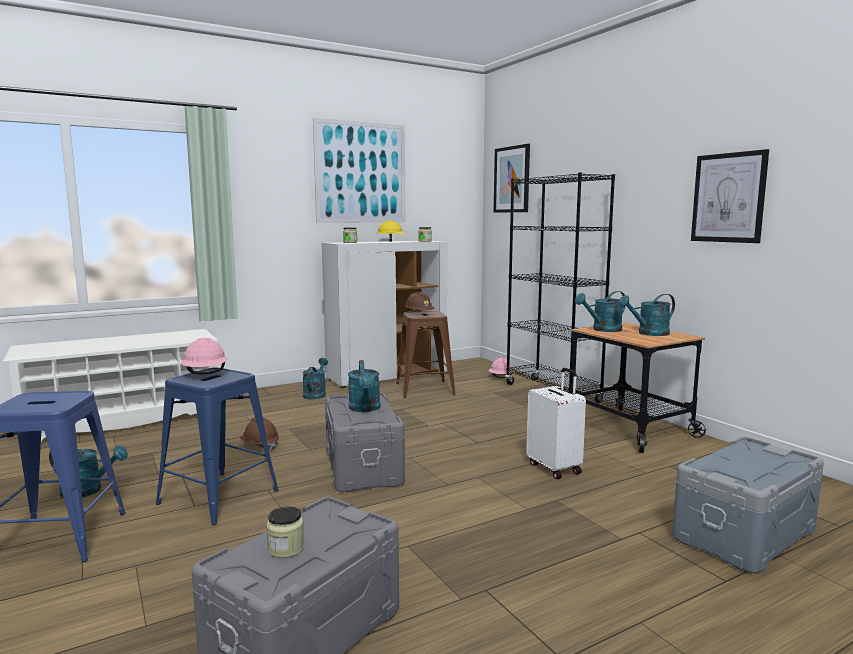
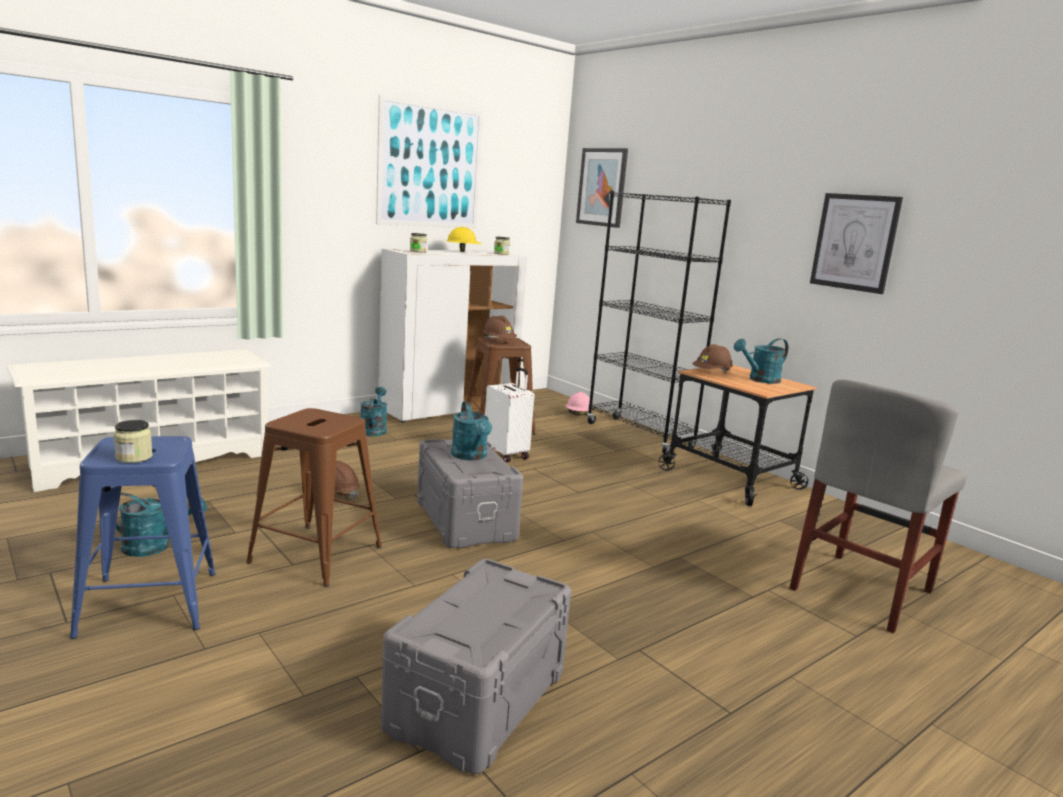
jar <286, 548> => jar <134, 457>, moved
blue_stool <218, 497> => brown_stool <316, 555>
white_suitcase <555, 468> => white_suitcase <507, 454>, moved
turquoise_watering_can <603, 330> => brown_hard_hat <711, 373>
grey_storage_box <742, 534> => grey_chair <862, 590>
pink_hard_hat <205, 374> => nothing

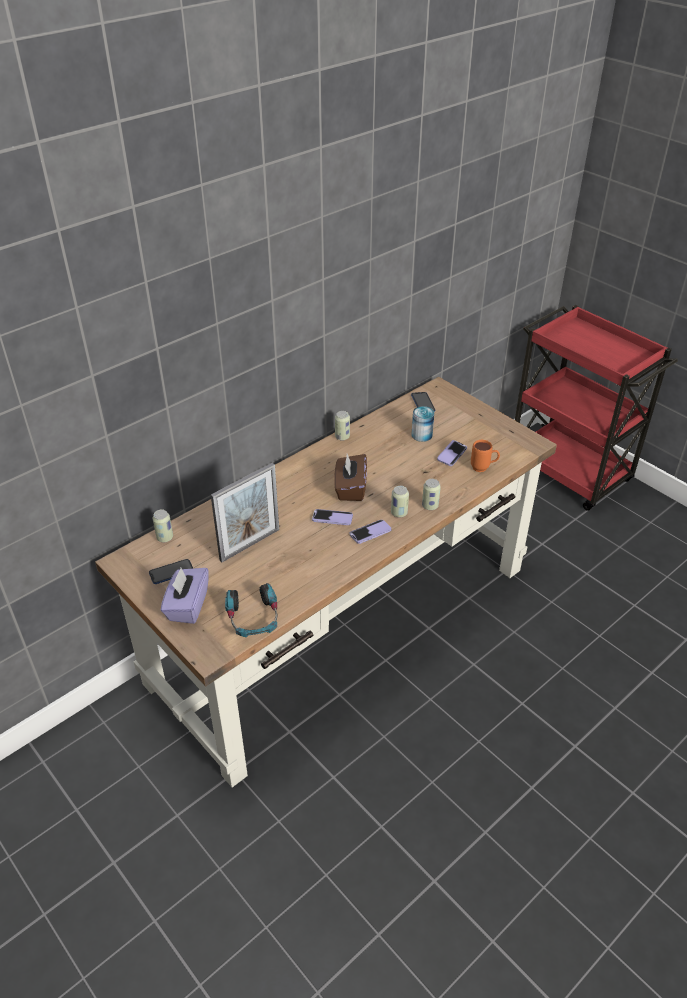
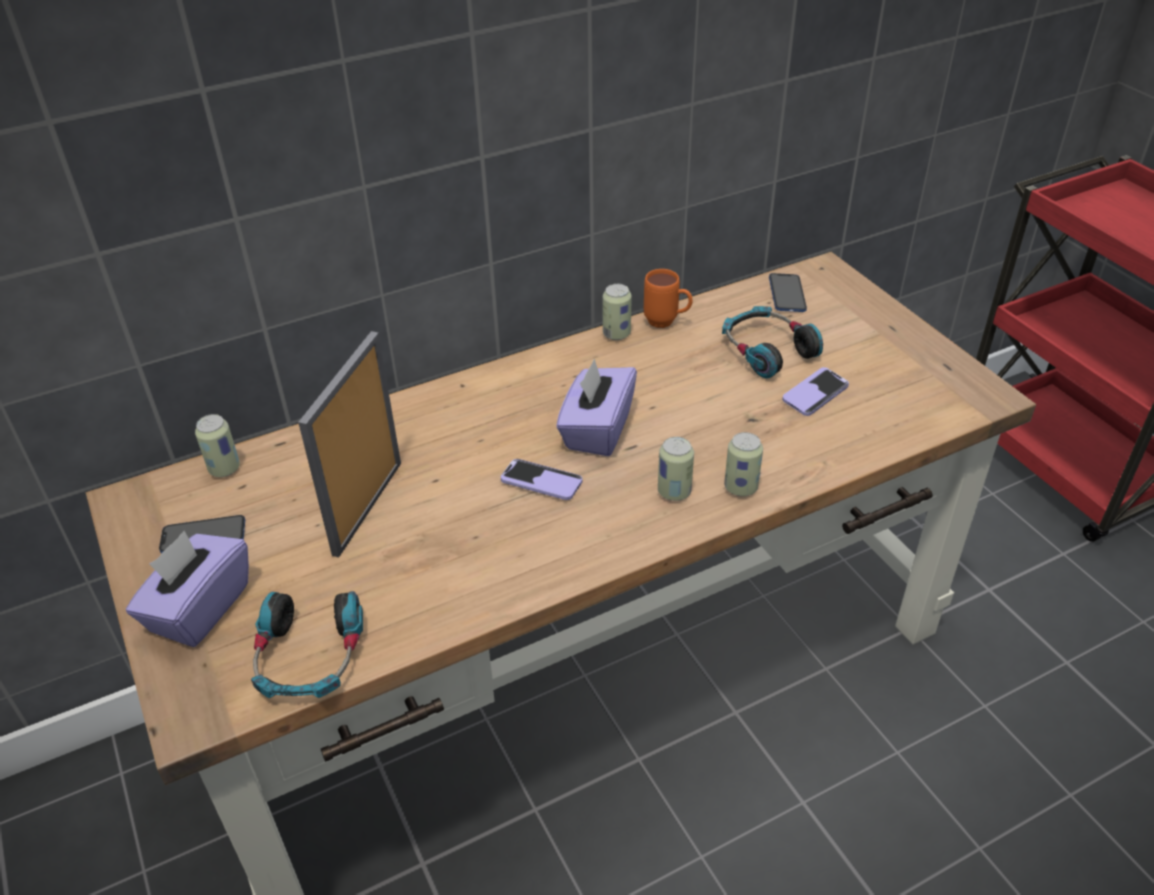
picture_frame <250, 545> => picture_frame <367, 507>, 135 degrees clockwise
brown_tissue_box <350, 488> => purple_tissue_box <597, 430>
orange_mug <483, 468> => orange_mug <667, 323>, moved
can <421, 435> => headphones <767, 350>
phone <370, 532> => nothing

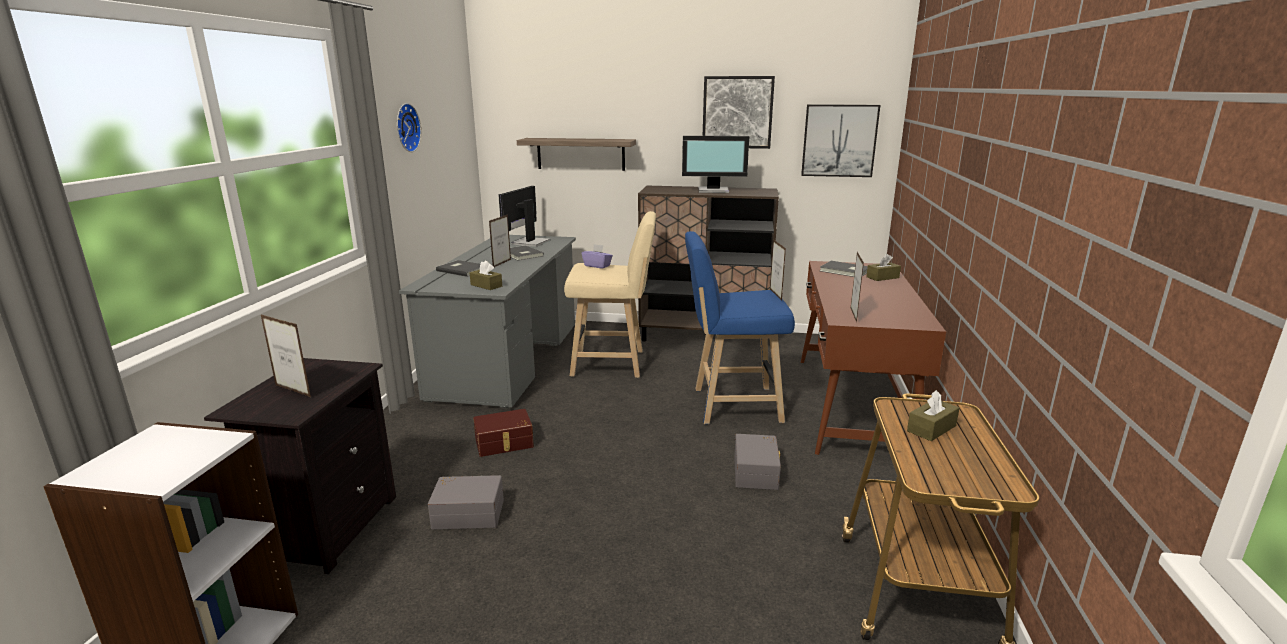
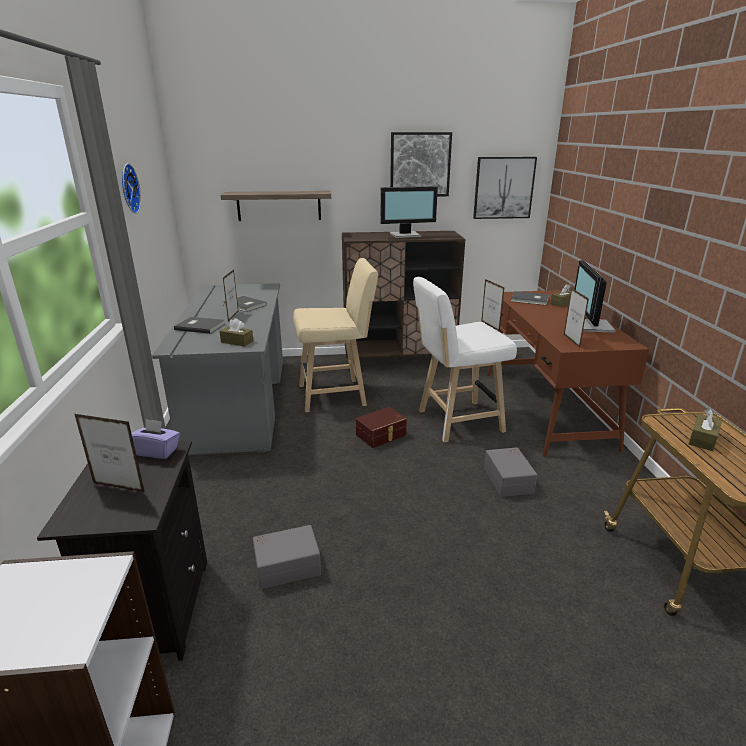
purple_tissue_box <597, 266> => purple_tissue_box <156, 451>, moved
brown_storage_box <504, 443> => brown_storage_box <381, 435>, moved
blue_stool <731, 405> => white_stool <455, 422>
monitor <529, 242> => monitor <592, 326>, moved

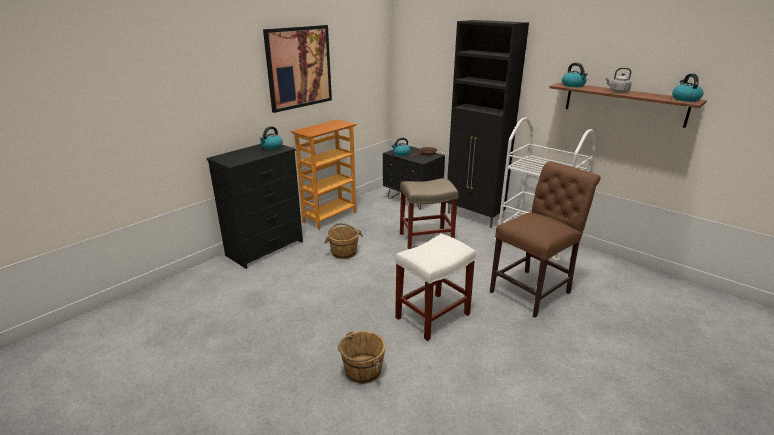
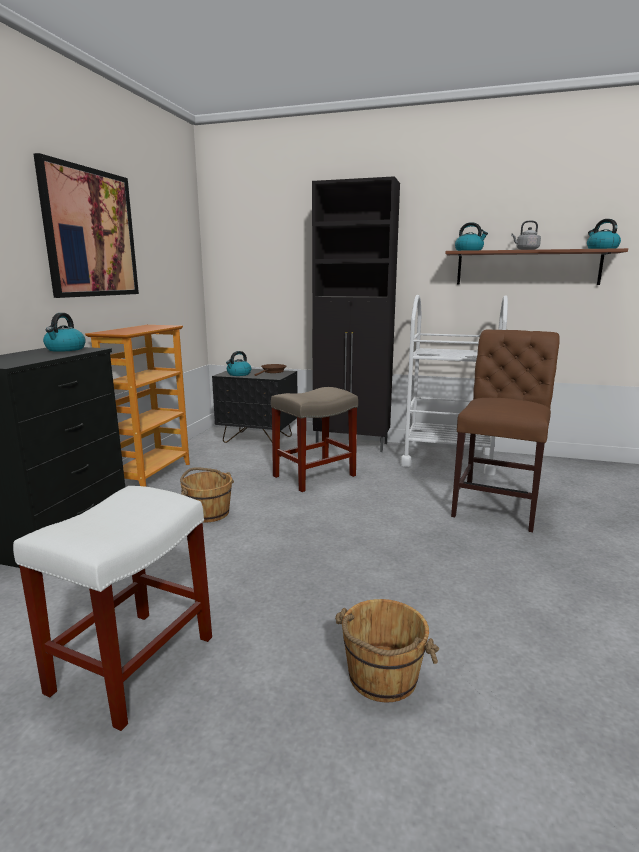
white_stool <432, 316> => white_stool <132, 666>, moved

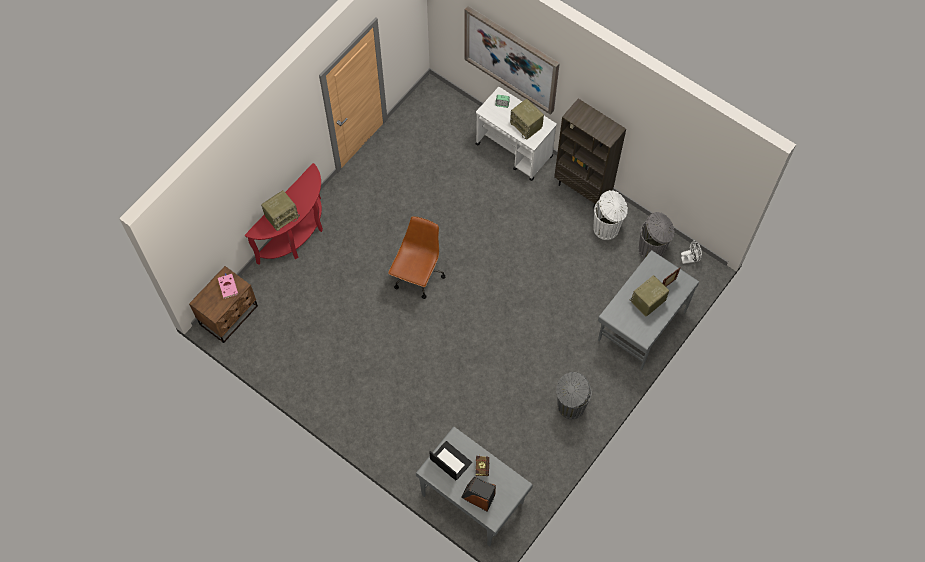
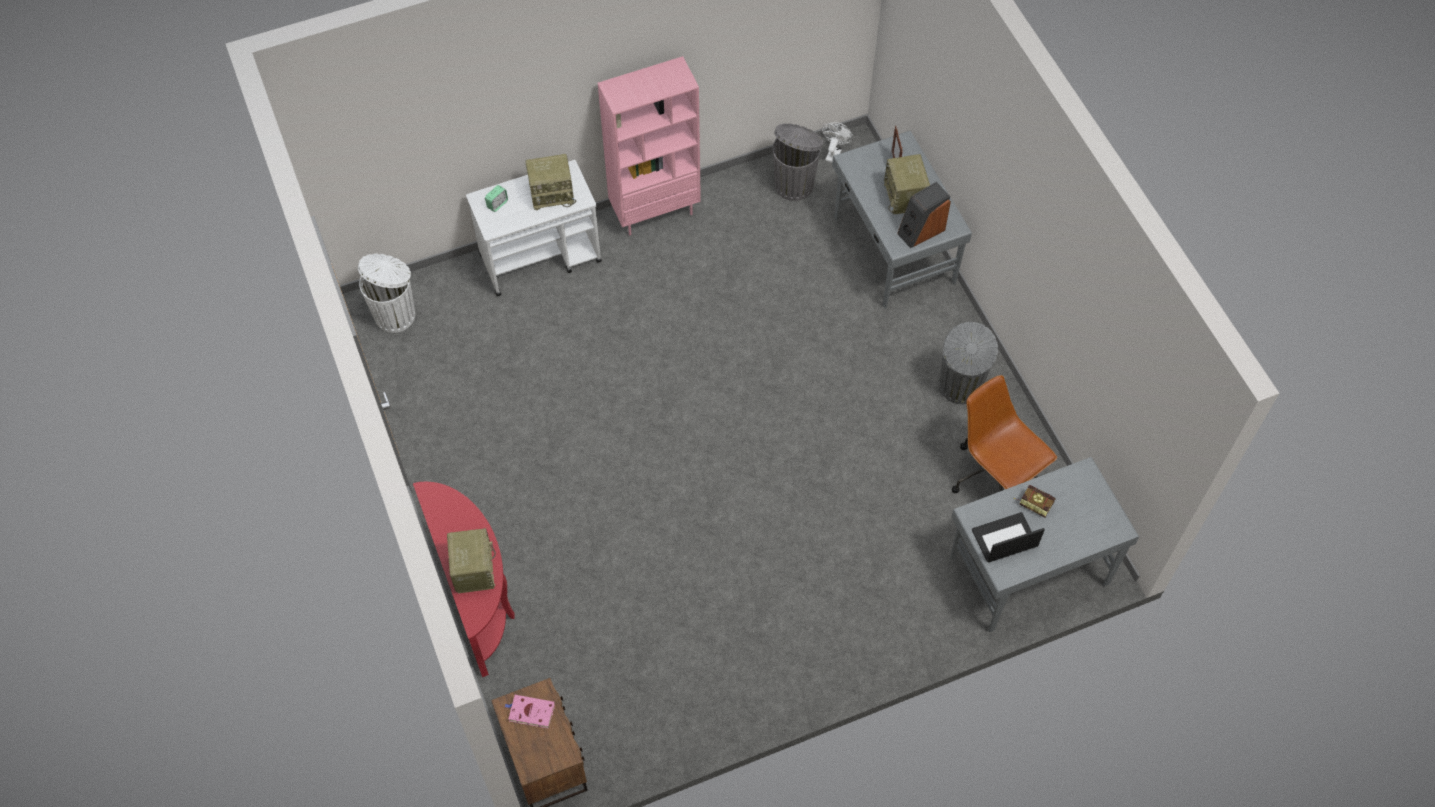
white_trash_can <607, 228> => white_trash_can <396, 314>, moved
brown_bookcase <583, 189> => pink_bookcase <655, 211>
speaker <478, 497> => speaker <921, 231>, moved
brown_office_chair <417, 276> => brown_office_chair <994, 477>, moved
picture <511, 59> => nothing

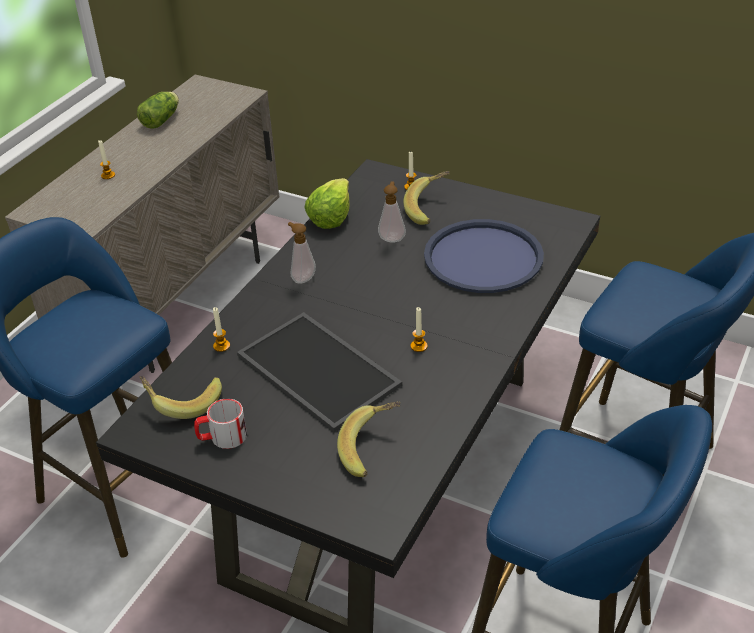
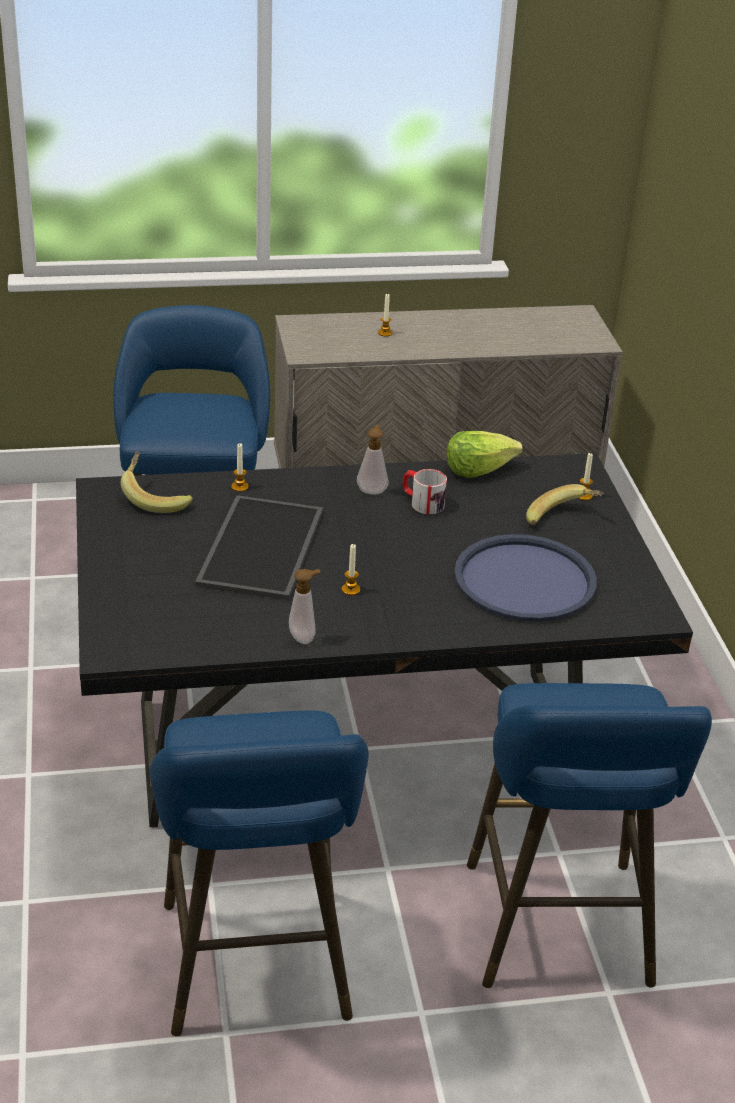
soap_dispenser <392, 238> => soap_dispenser <304, 637>, moved
mug <222, 437> => mug <422, 502>, moved
lettuce <162, 119> => nothing
banana <372, 449> => nothing

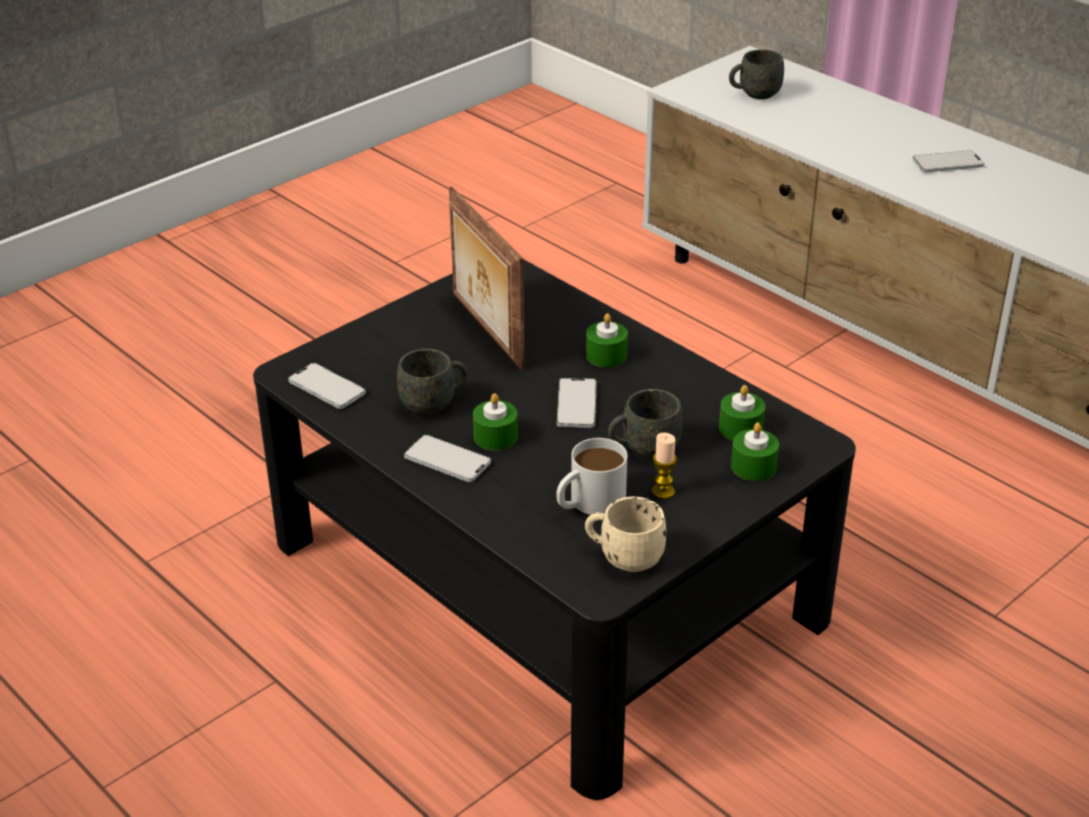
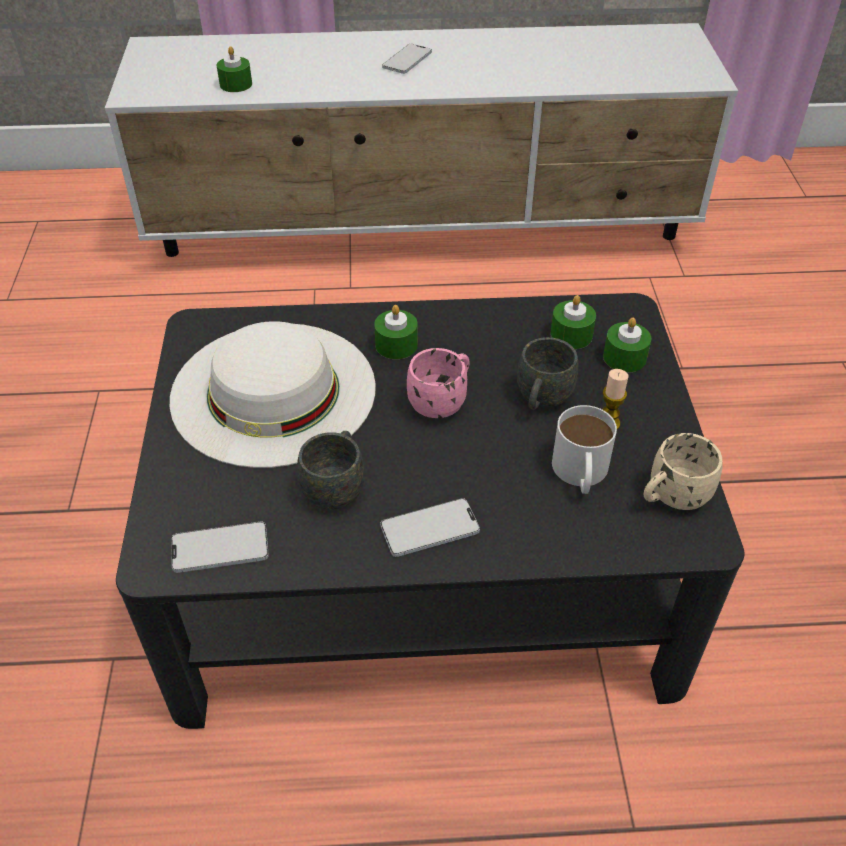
picture_frame <485, 331> => white_hat <273, 392>
green_candle <495, 437> => green_candle <236, 84>, moved
phone <576, 404> => pink_mug <442, 401>
grey_mug <754, 94> => nothing

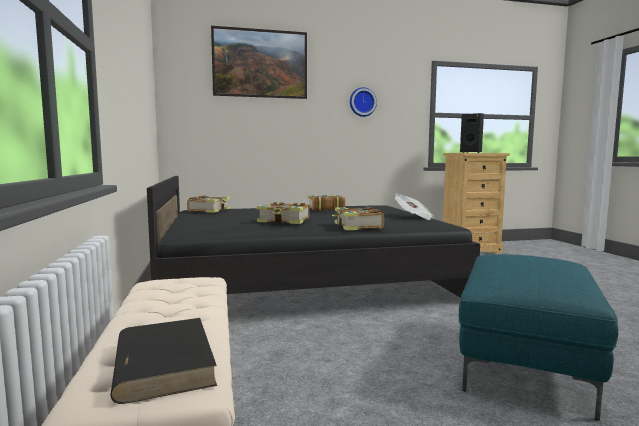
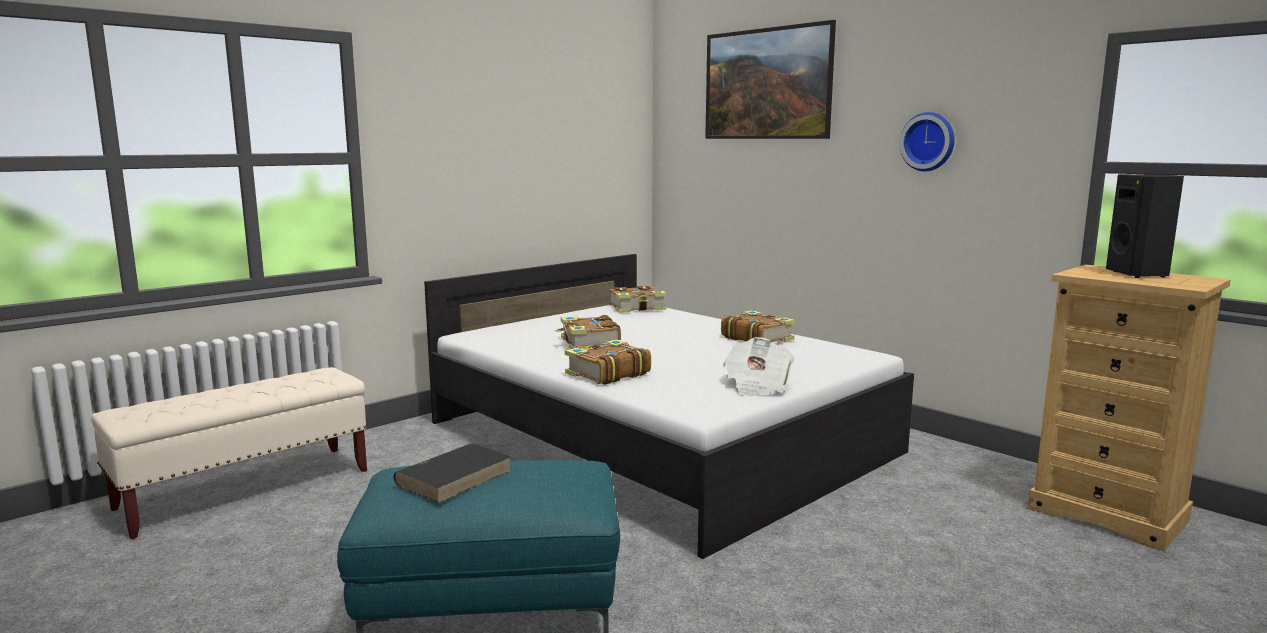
black_book <163, 363> => black_book <455, 477>, moved
black_bed <304, 281> => white_bed <657, 437>

